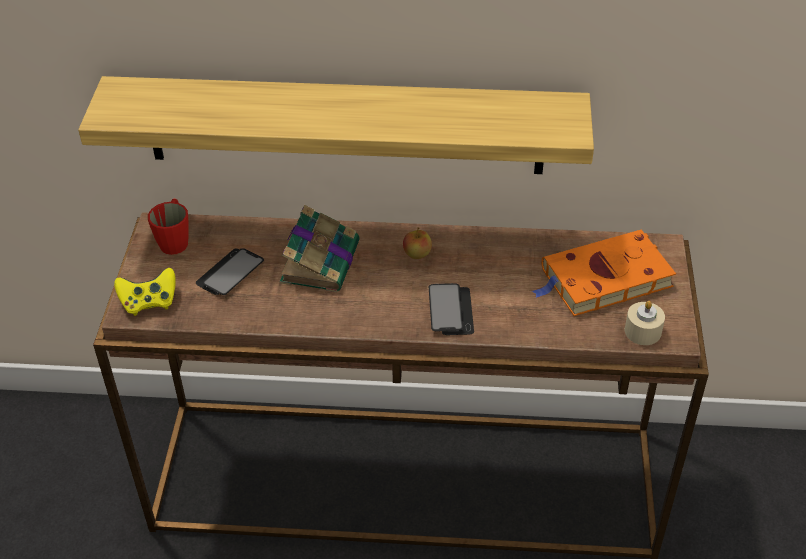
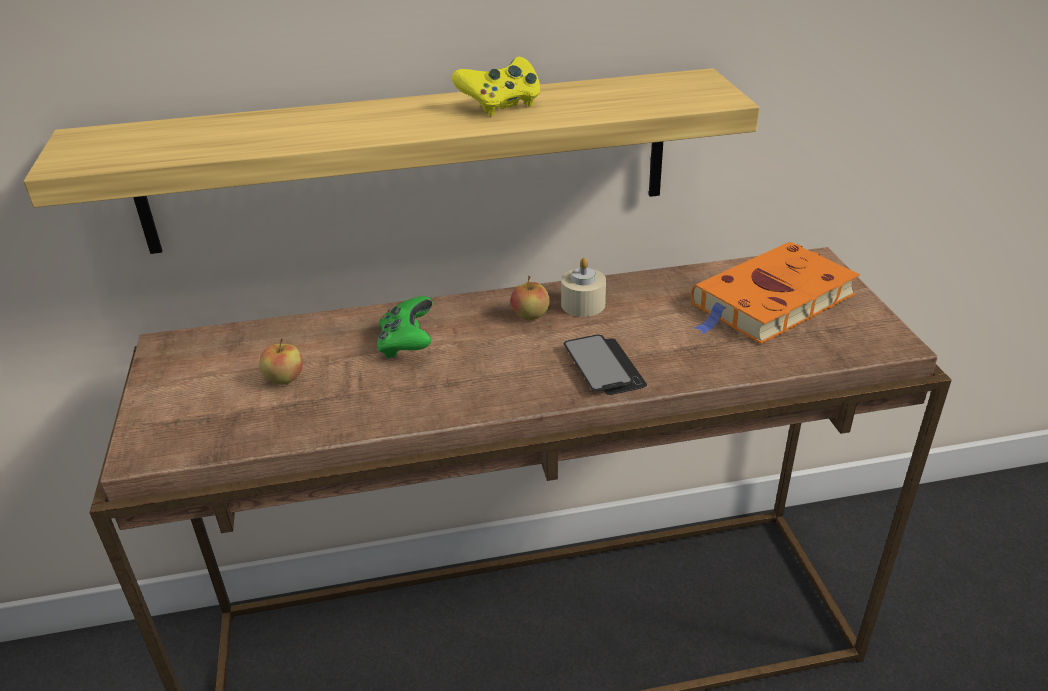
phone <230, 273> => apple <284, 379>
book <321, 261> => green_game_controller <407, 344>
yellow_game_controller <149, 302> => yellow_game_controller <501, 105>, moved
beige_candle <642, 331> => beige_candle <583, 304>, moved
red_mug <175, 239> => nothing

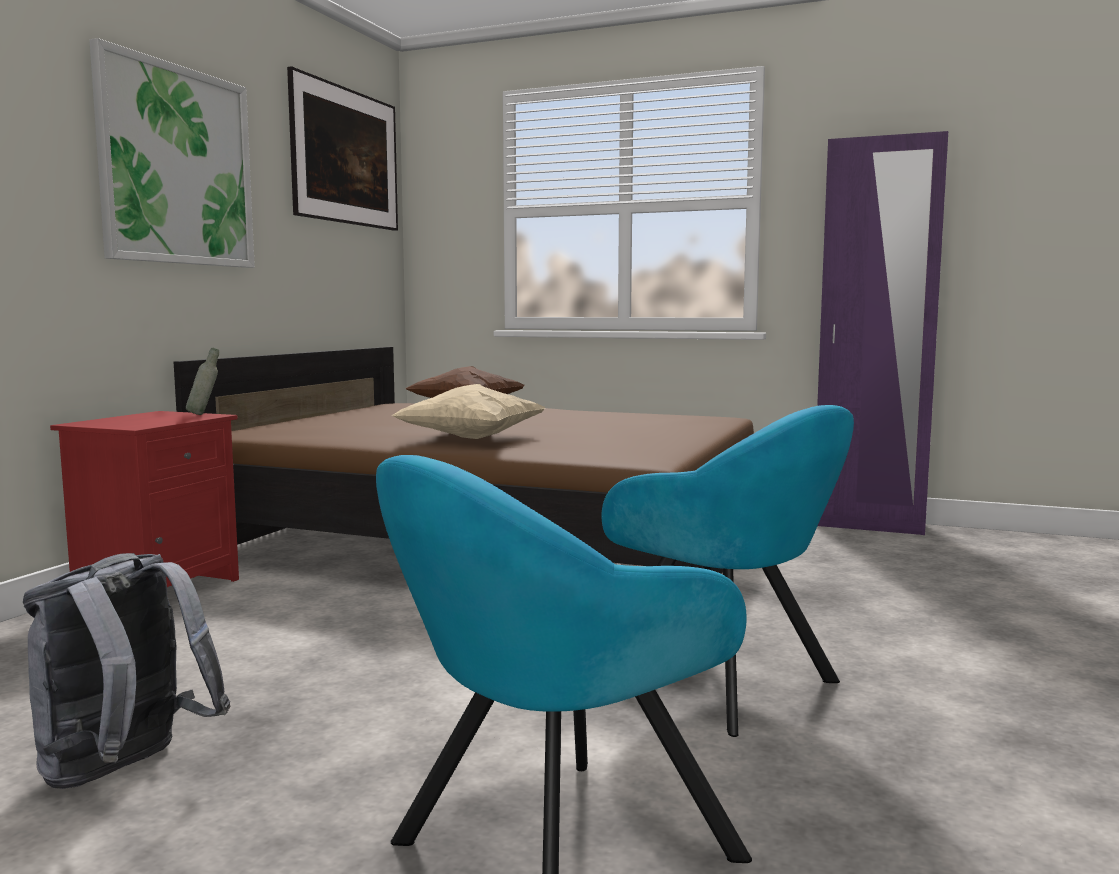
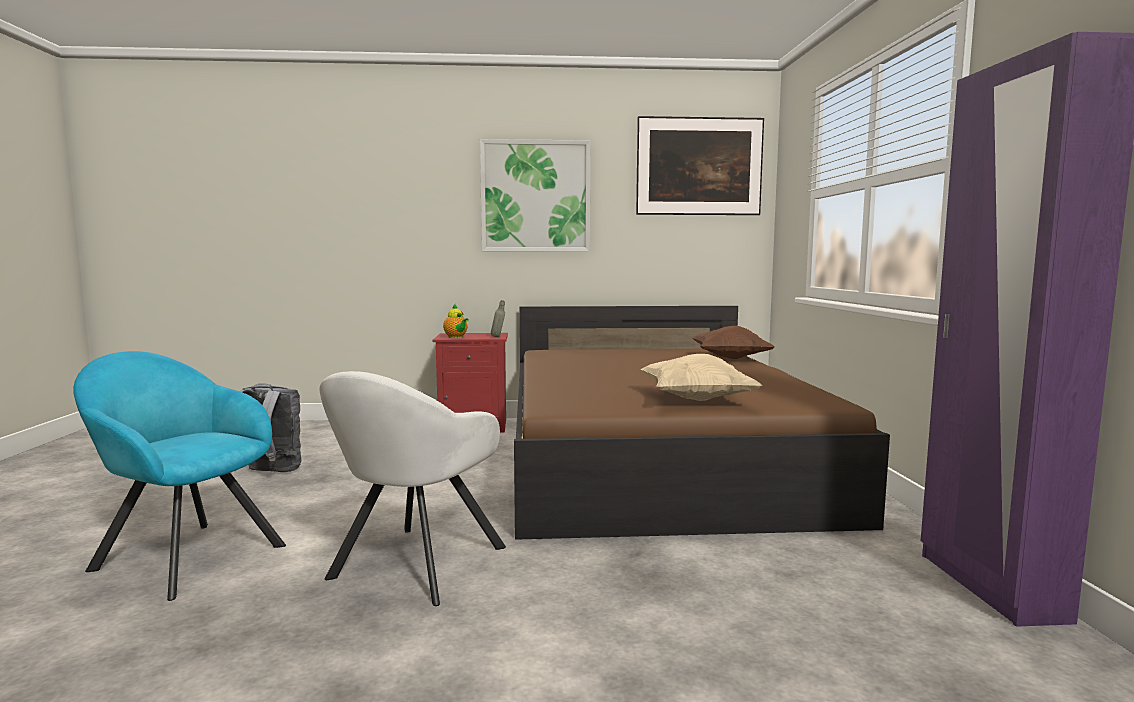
turquoise_armchair <725, 683> => white_armchair <413, 566>
nothing => teapot <456, 337>
beige_pillow <471, 439> => beige_pillow <696, 399>, moved

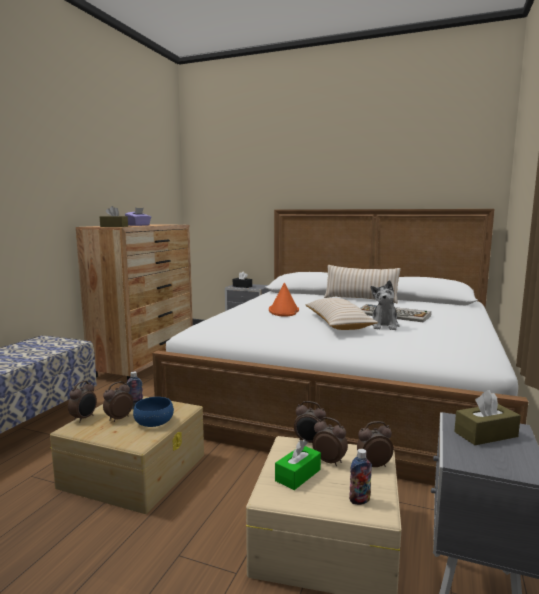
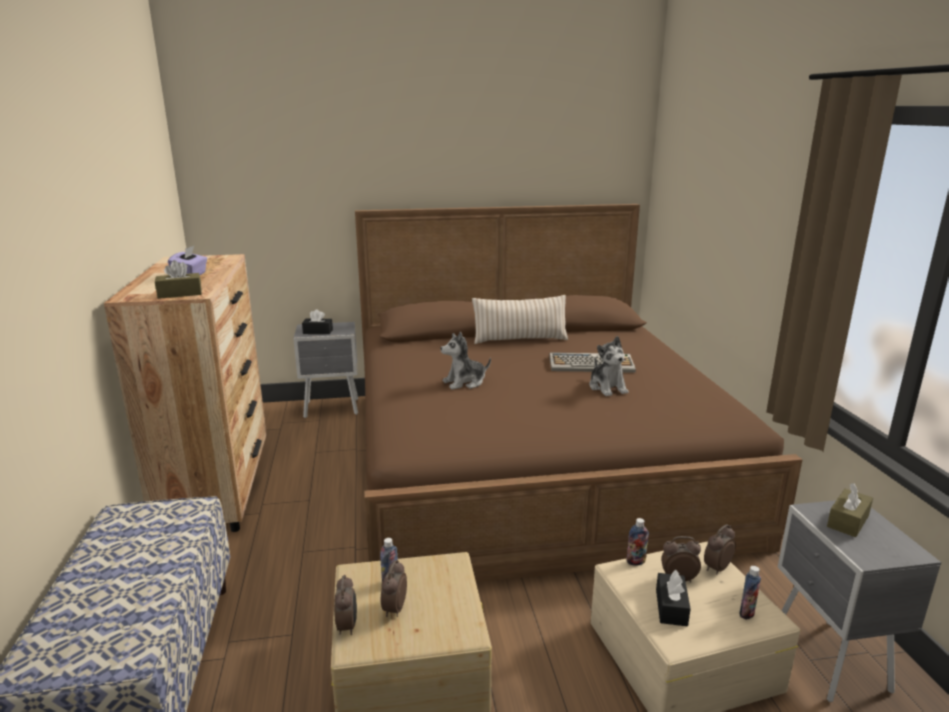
white_bed <348, 389> => brown_bed <531, 458>
orange_hat <284, 311> => plush_toy <465, 382>
alarm_clock <309, 442> => bottle <636, 561>
green_tissue_box <298, 475> => black_tissue_box <671, 607>
blue_bowl <154, 422> => nothing
beige_pillow <337, 323> => nothing

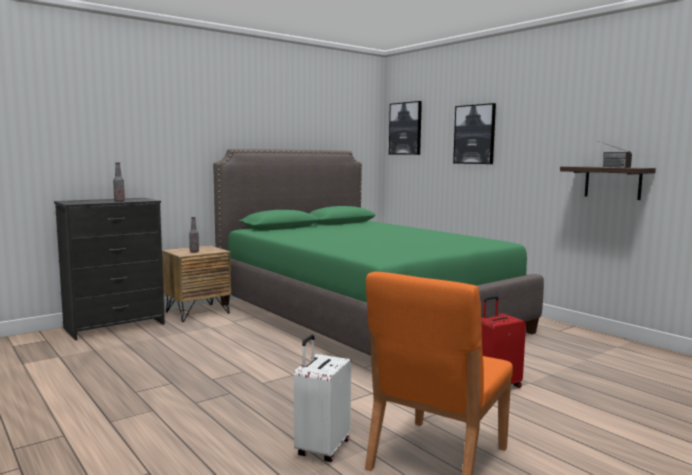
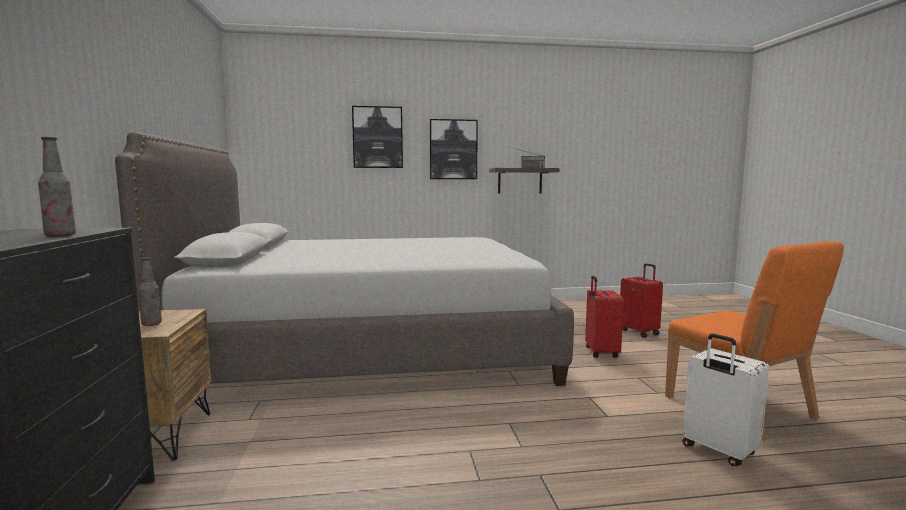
green_bed <365, 317> => grey_bed <370, 349>
picture <405, 128> => picture <453, 149>, moved
nothing => red_suitcase <640, 332>

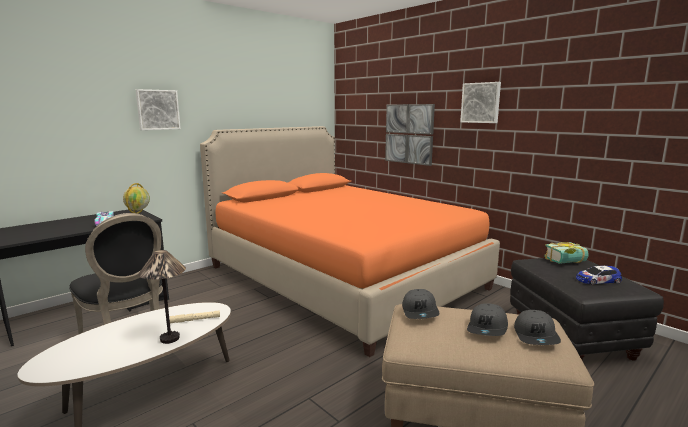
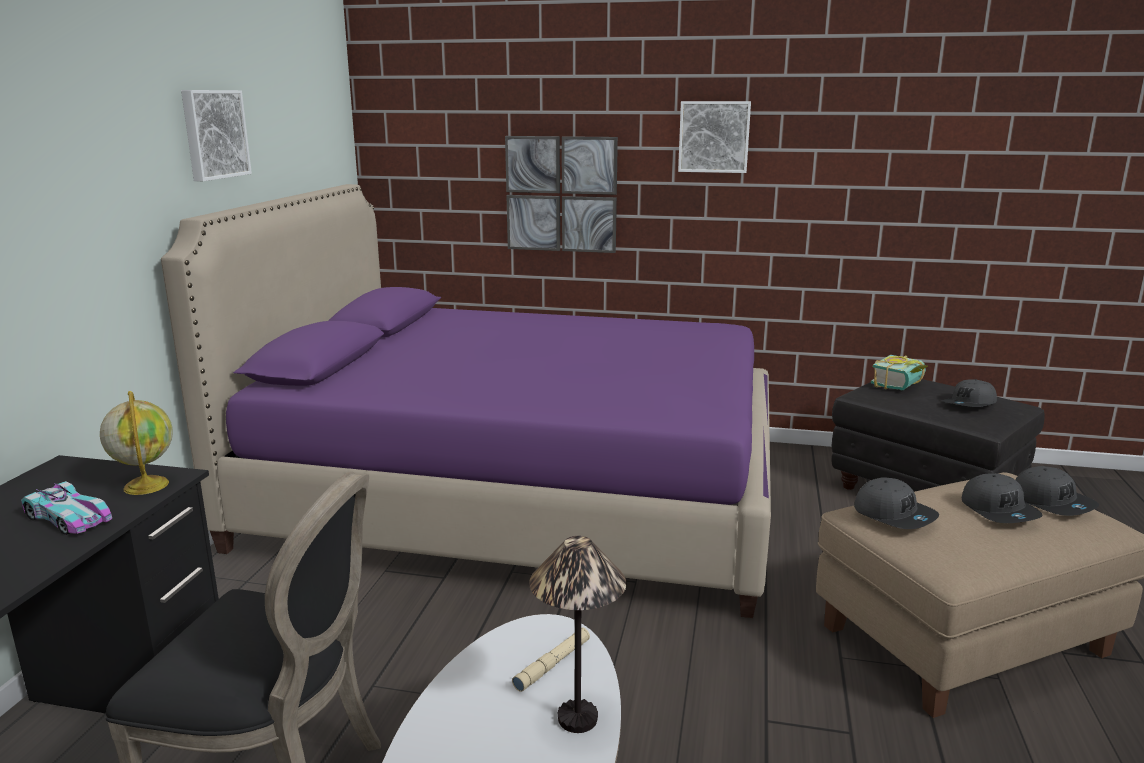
orange_bed <343, 277> => purple_bed <520, 495>
picture <158, 109> => picture <213, 134>, moved
toy_car <598, 280> => grey_cap <970, 404>

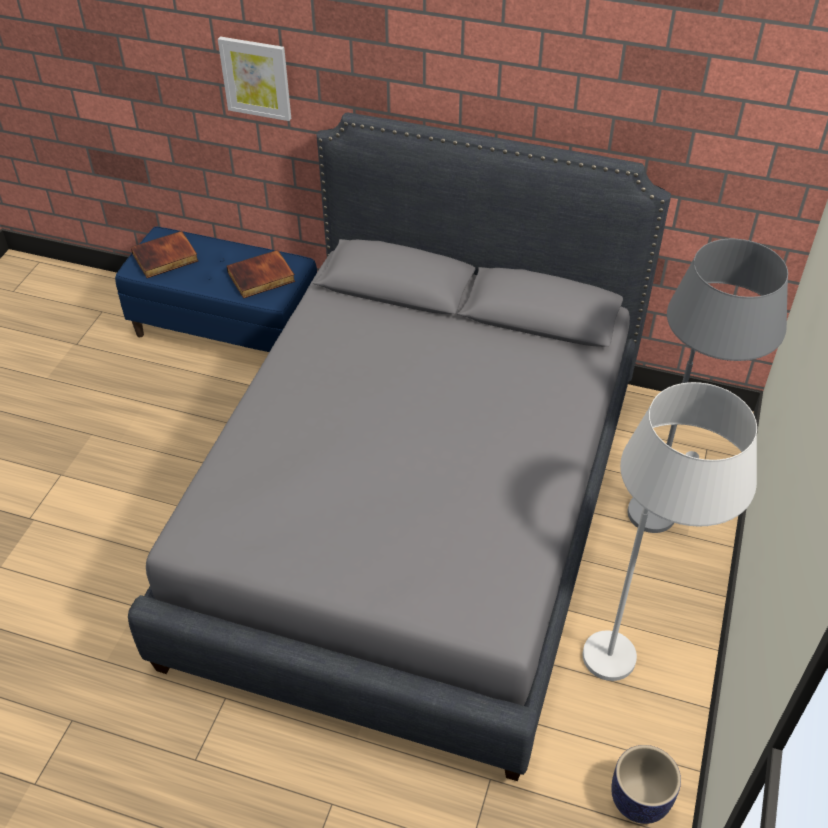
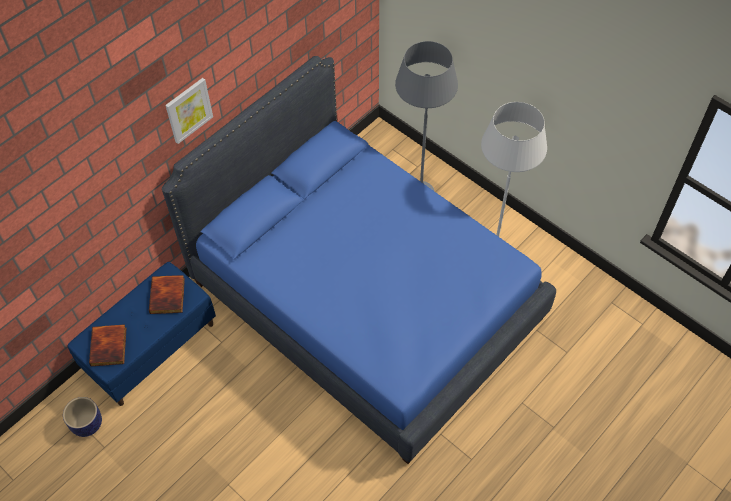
planter <640, 800> => planter <88, 424>, moved
grey_bed <415, 516> => blue_bed <366, 299>
picture <256, 78> => picture <188, 110>, moved

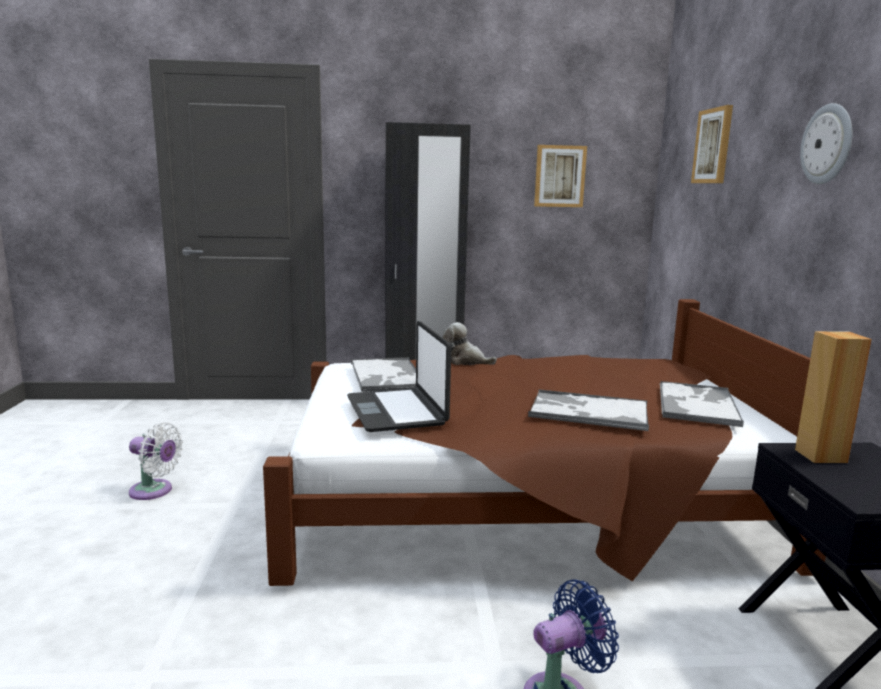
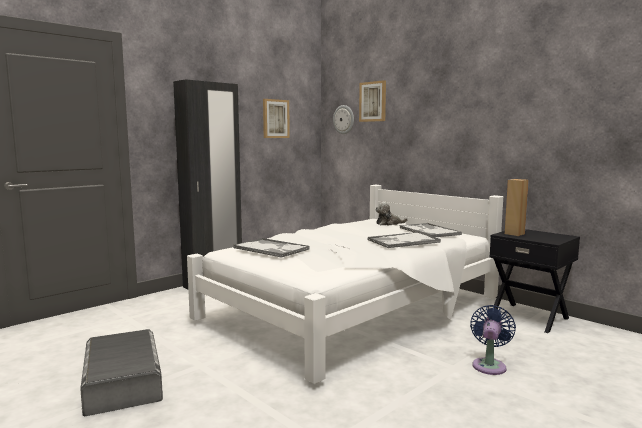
white_fan <154, 491> => grey_storage_box <122, 380>
brown_bed <519, 502> => white_bed <352, 310>
wall_clock <827, 144> => wall_clock <344, 119>, moved
plush_toy <465, 361> => plush_toy <389, 223>, moved
laptop <397, 411> => nothing

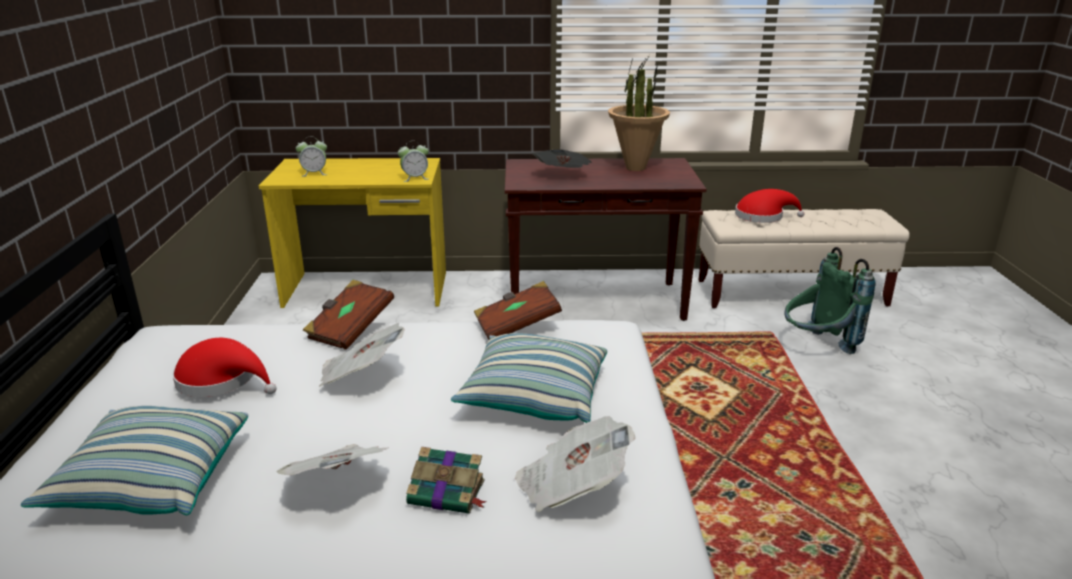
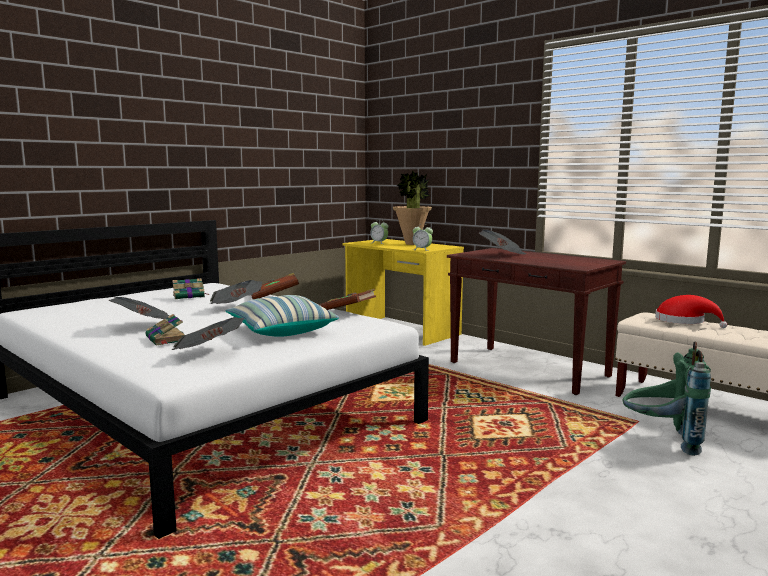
red_hat <222, 380> => book <189, 296>
potted_plant <635, 168> => potted_plant <412, 244>, moved
pillow <151, 481> => nothing

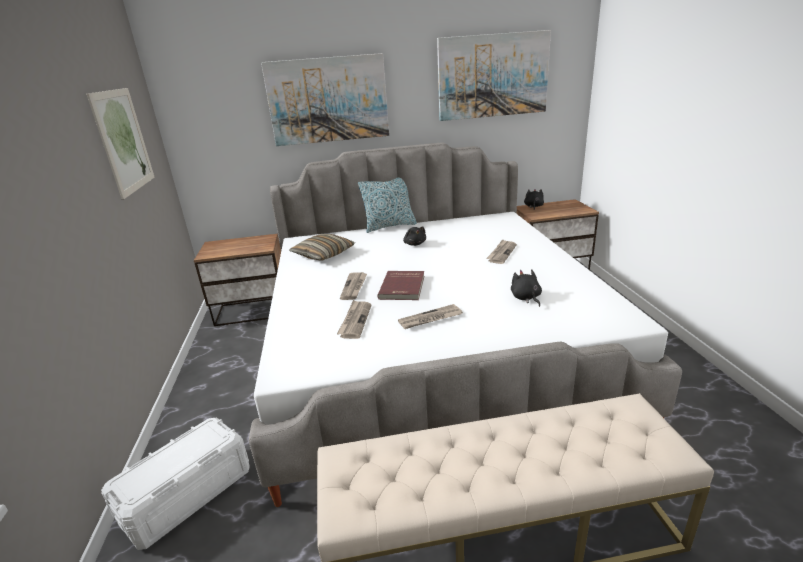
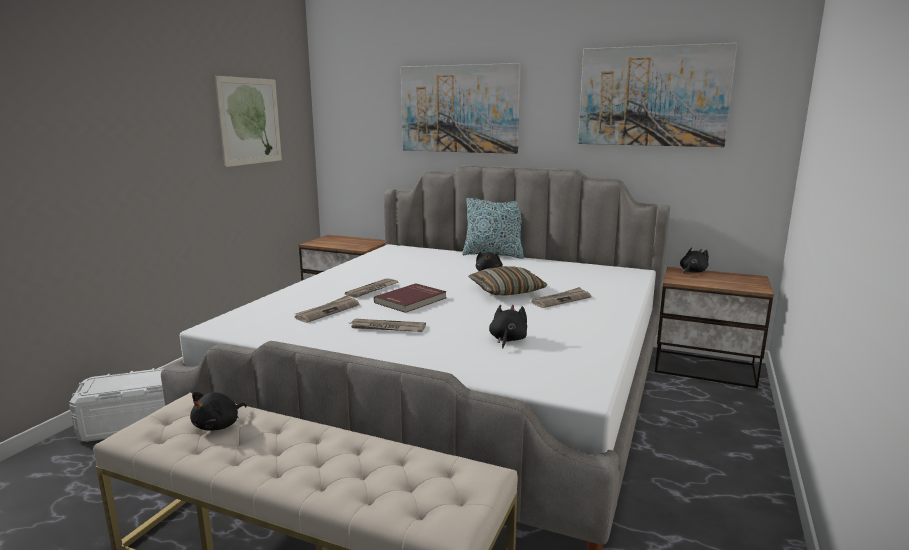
nothing => black_plush_toy <219, 425>
pillow <323, 254> => pillow <506, 291>, moved

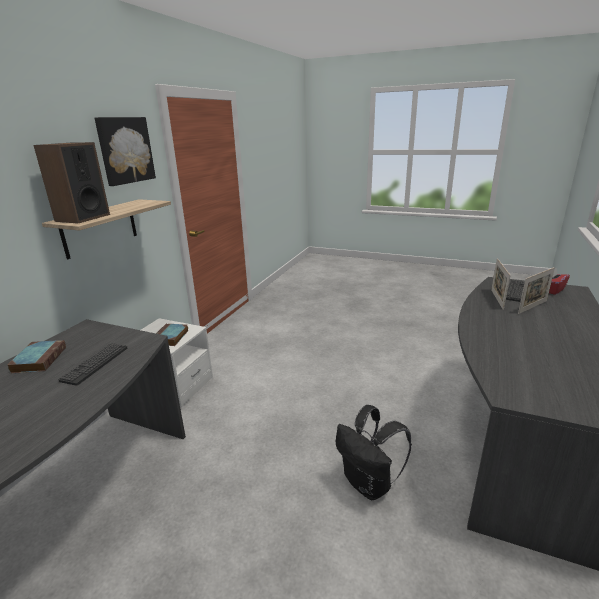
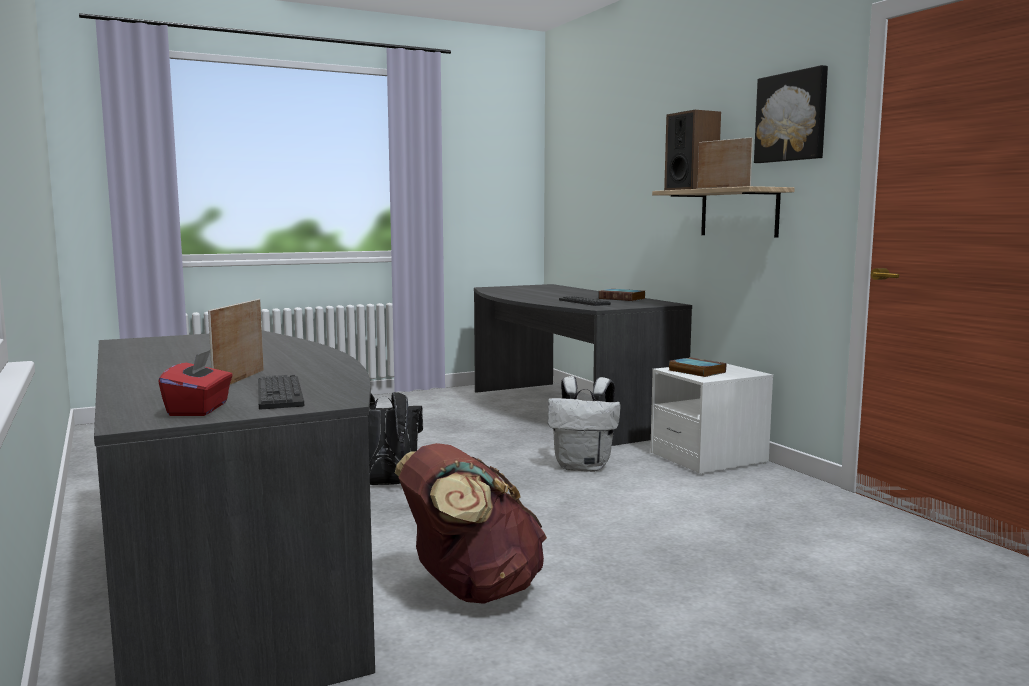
nothing => brown_backpack <471, 590>
nothing => white_backpack <584, 467>
picture_frame <497, 299> => picture_frame <723, 187>, moved

